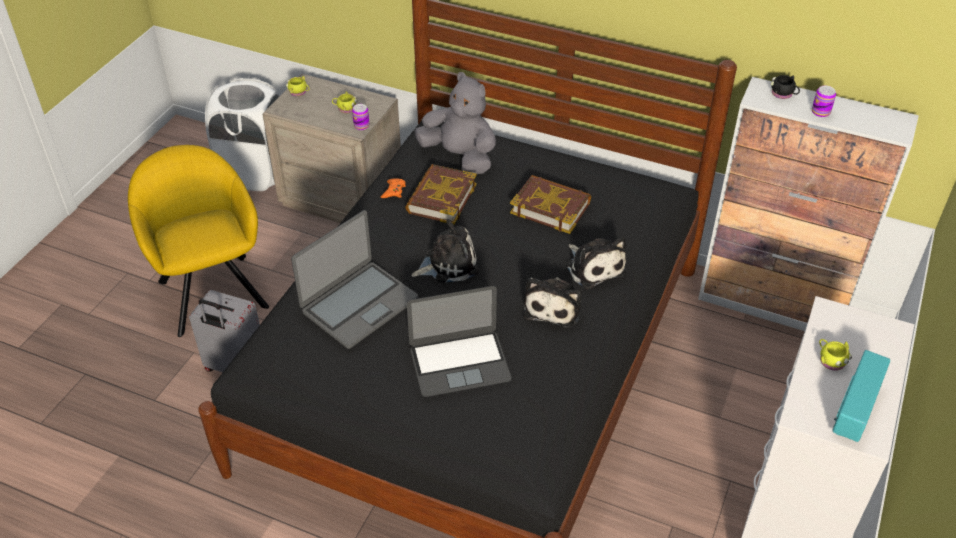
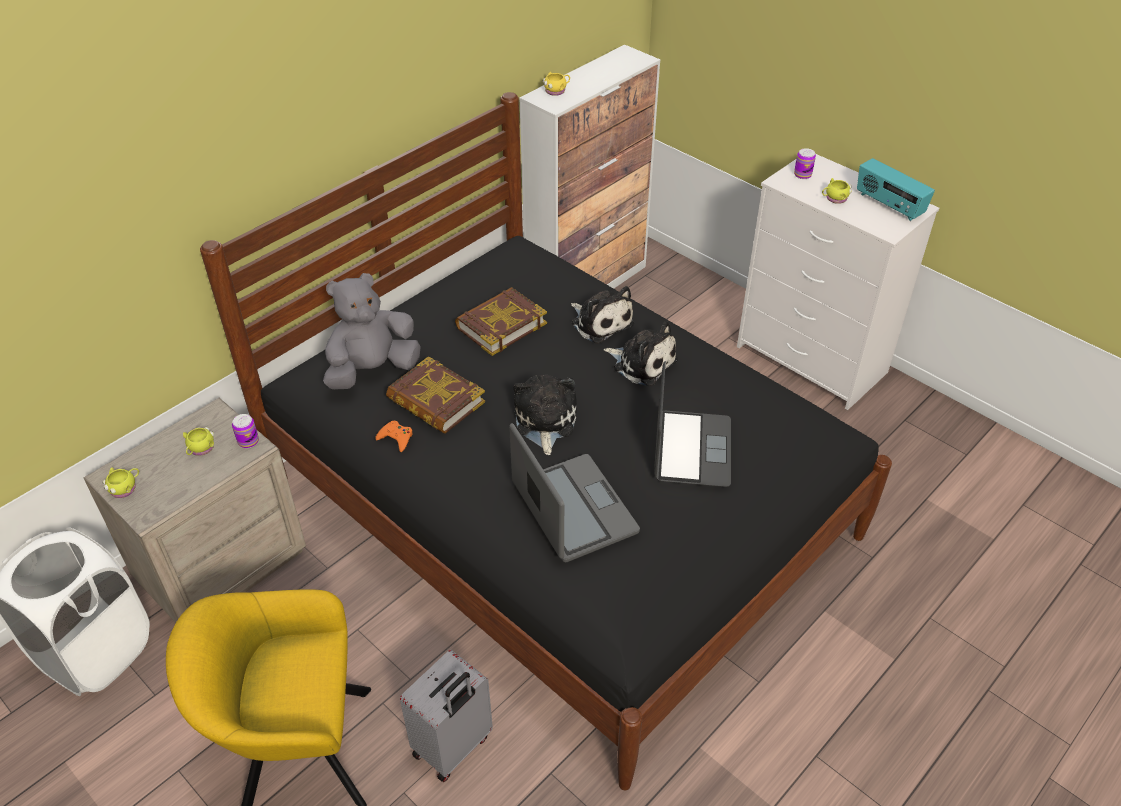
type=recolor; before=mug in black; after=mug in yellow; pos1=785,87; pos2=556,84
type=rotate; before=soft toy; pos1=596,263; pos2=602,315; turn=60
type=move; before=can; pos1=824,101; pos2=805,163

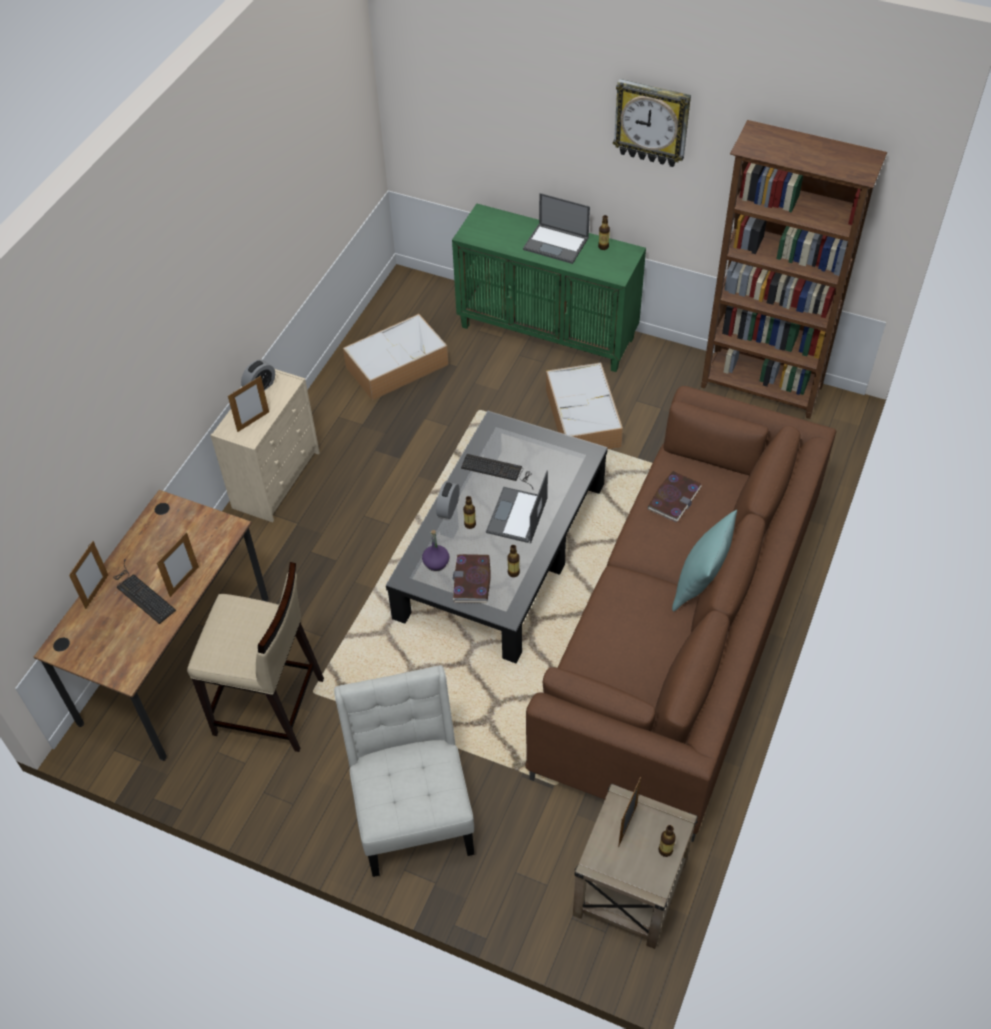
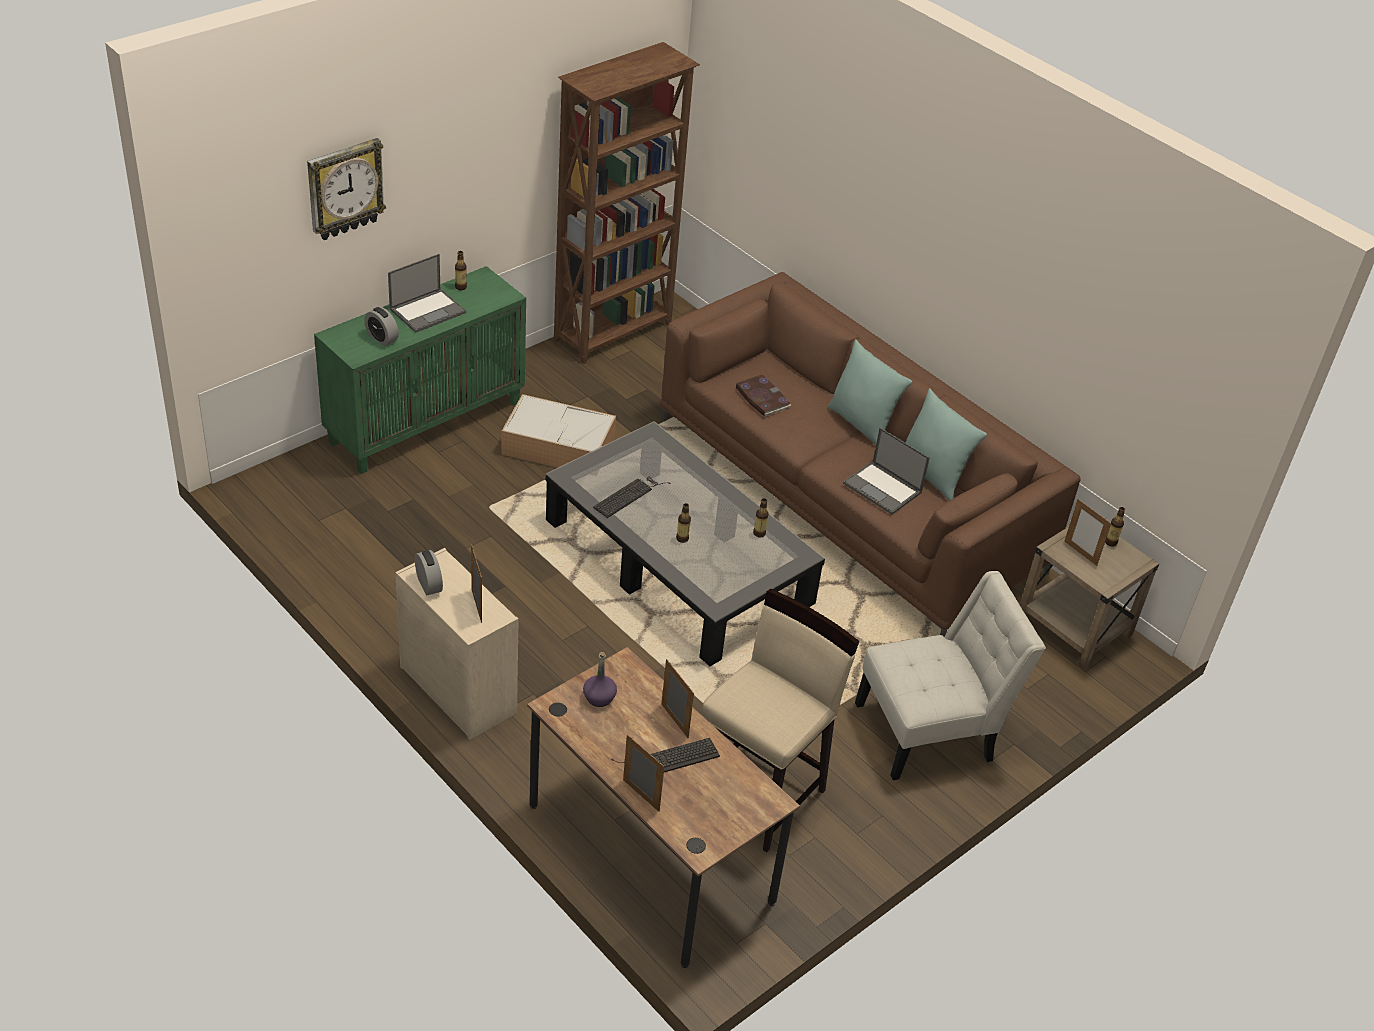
type=move; before=clock on the wall; pos1=652,123; pos2=346,189
type=move; before=table clock; pos1=448,500; pos2=381,326
type=move; before=beverage bottle in purplish; pos1=435,550; pos2=600,679
type=move; before=notebook computer; pos1=517,507; pos2=886,471
type=rotate; before=chair in white-coloured; pos1=404,771; pos2=950,675; turn=150
type=insert; after=pillow in turquoise-coloured; pos2=946,444
type=delete; before=storage box; pos1=395,357
type=delete; before=volume; pos1=472,578

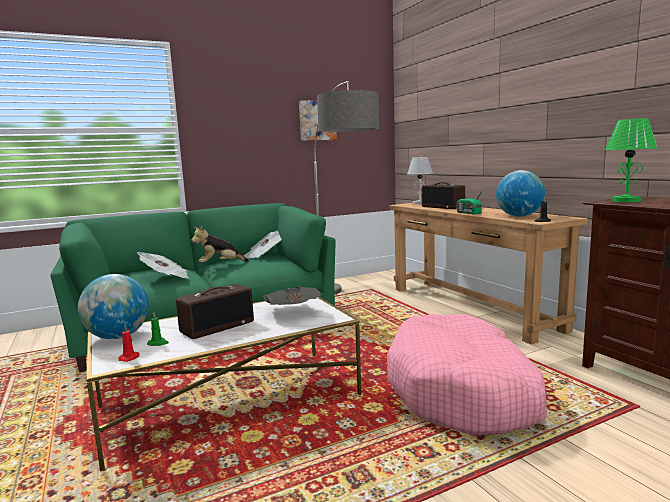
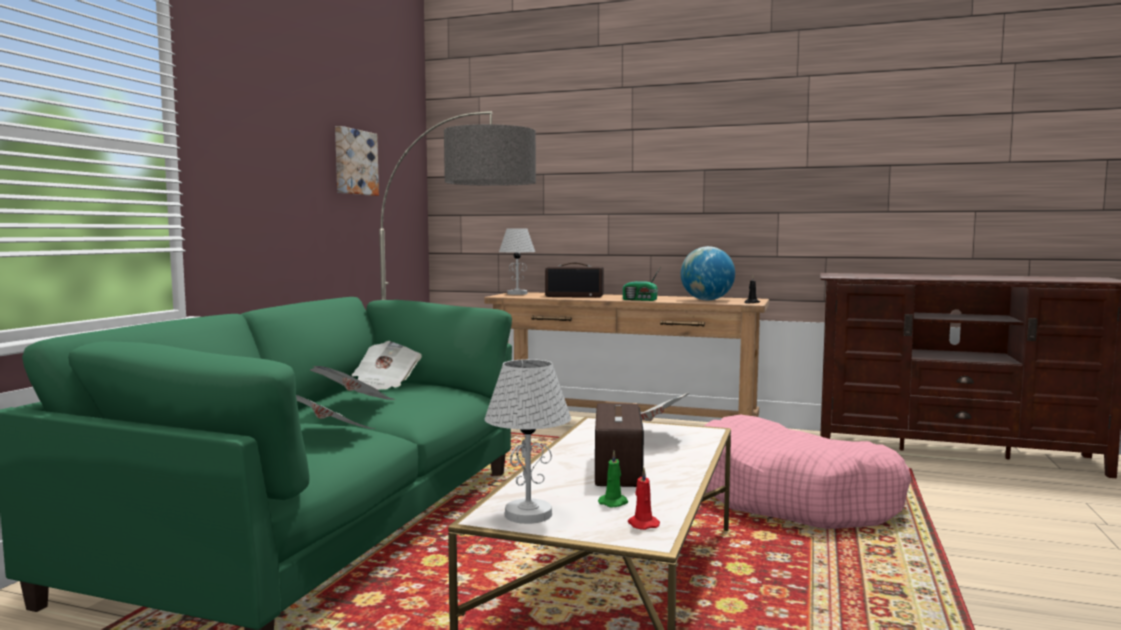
type=replace; before=soft toy; after=newspaper; pos1=220,244; pos2=352,383
type=replace; before=world globe; after=lamp for a table in white-coloured; pos1=113,306; pos2=528,441
type=delete; before=lamp for a table in green-coloured; pos1=631,160

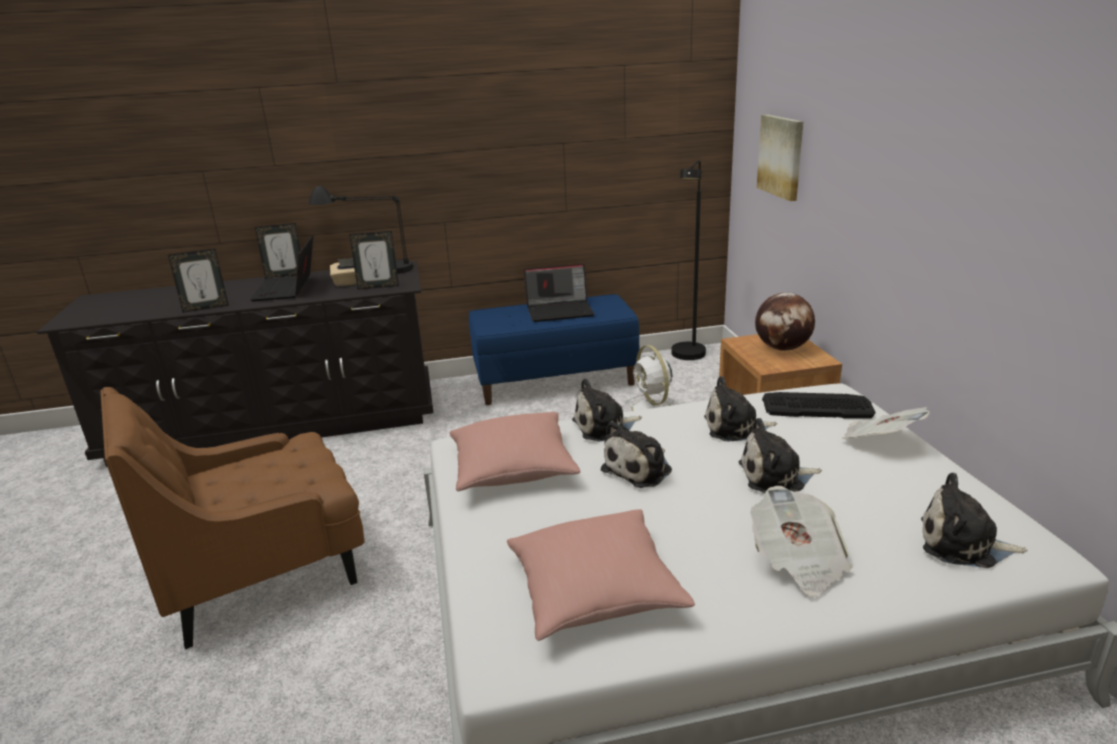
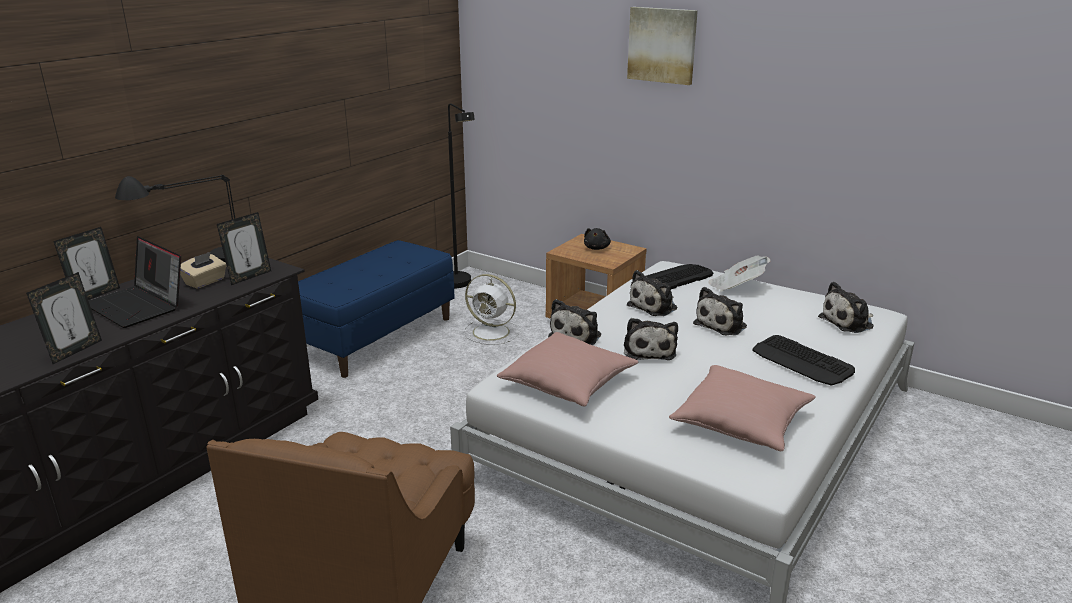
type=replace; before=world globe; after=soft toy in black; pos1=785,322; pos2=597,239
type=move; before=wall art; pos1=780,157; pos2=662,46
type=replace; before=newspaper; after=computer keyboard; pos1=801,541; pos2=803,360
type=delete; before=notebook computer; pos1=559,293

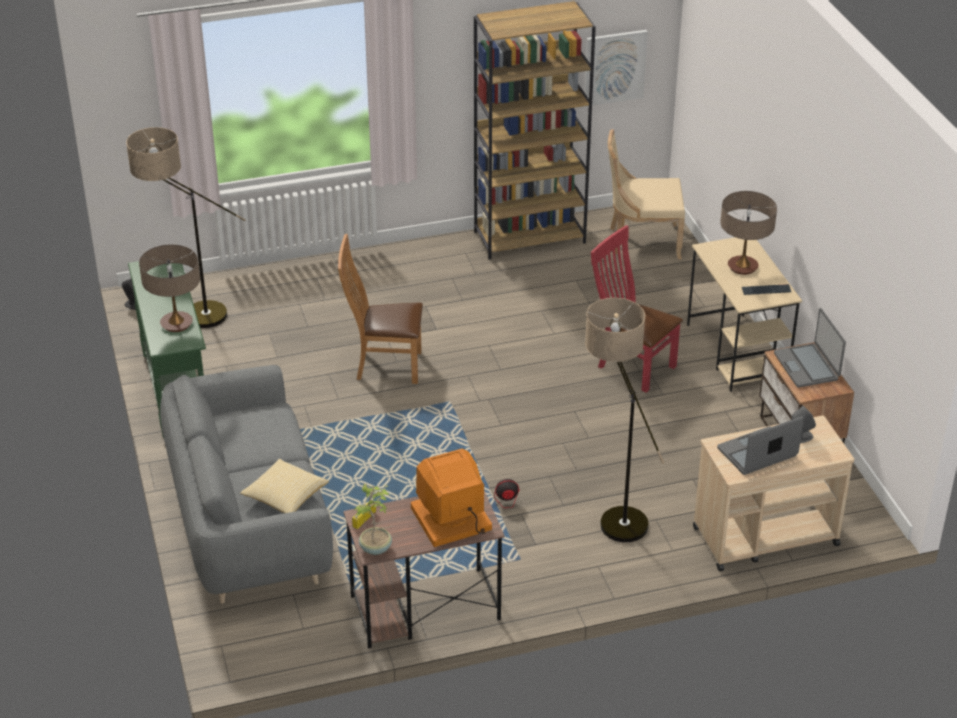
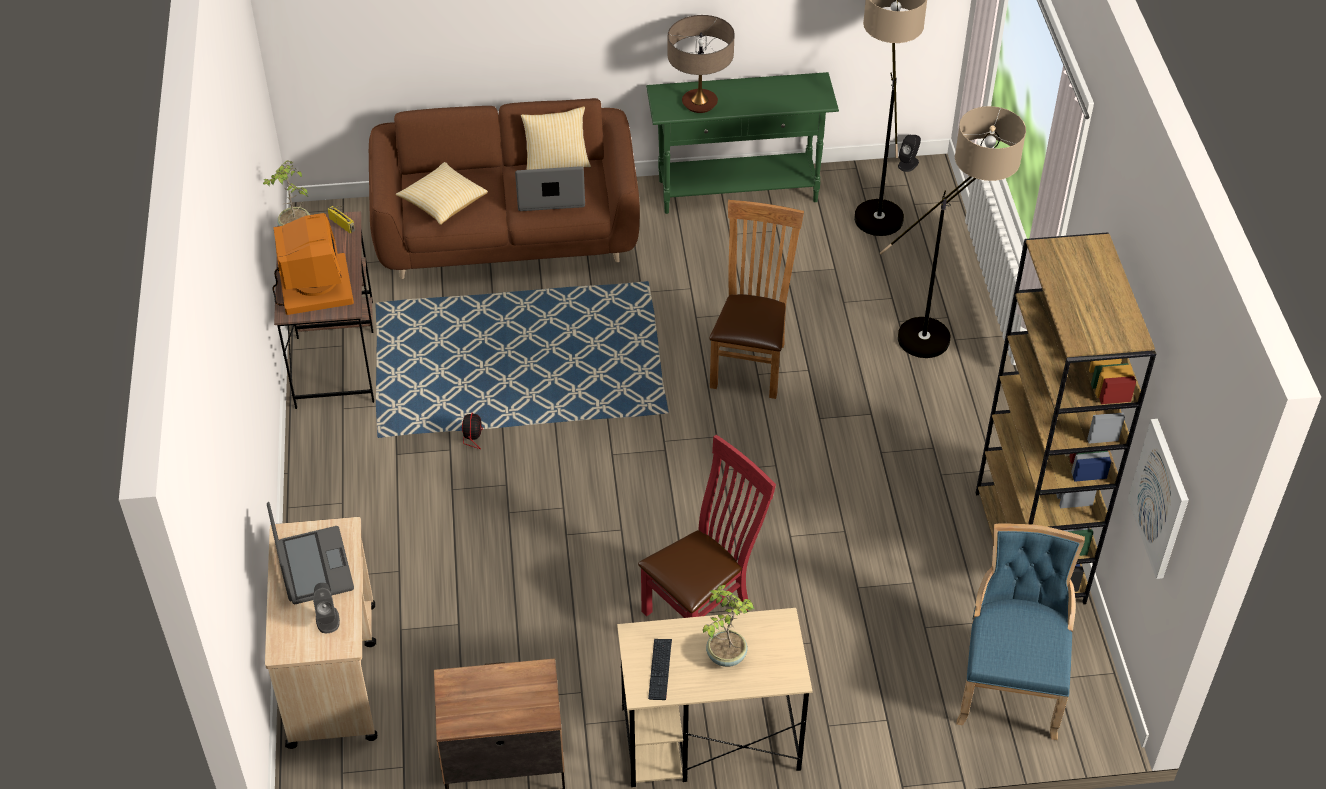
type=recolor; before=sofa in gray; after=sofa in brown-coloured; pos1=246,484; pos2=504,188
type=move; before=notebook computer; pos1=810,347; pos2=550,188
type=insert; after=pillow; pos2=556,138
type=replace; before=lamp for a table; after=plant in a pot; pos1=748,233; pos2=728,626
type=move; before=standing lamp; pos1=624,420; pos2=953,232
type=recolor; before=chair in beige-coloured; after=chair in blue-coloured; pos1=646,194; pos2=1021,632

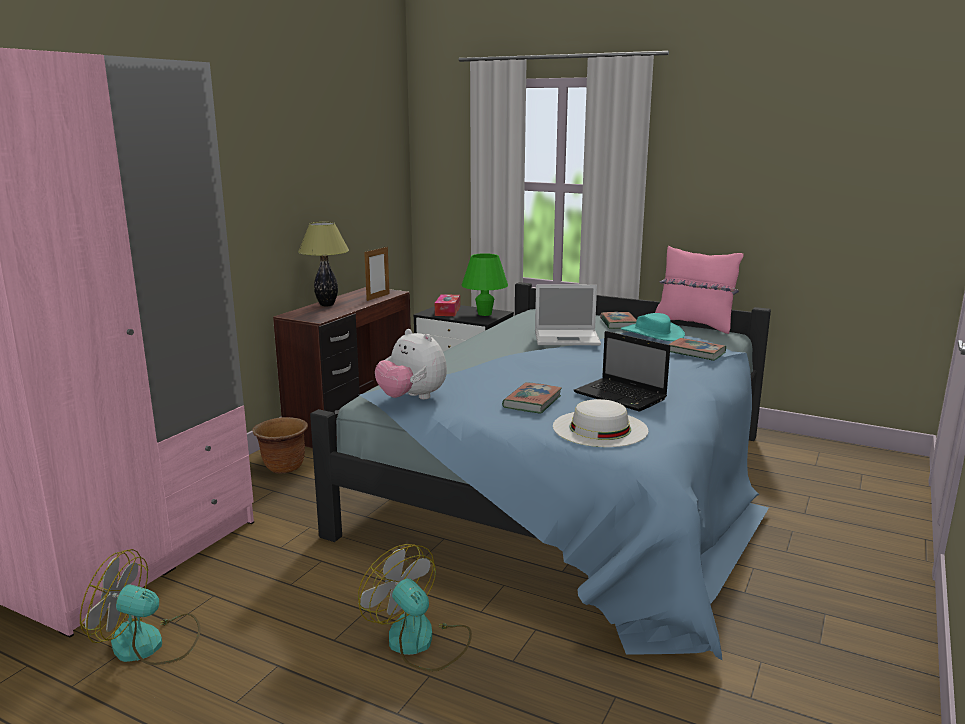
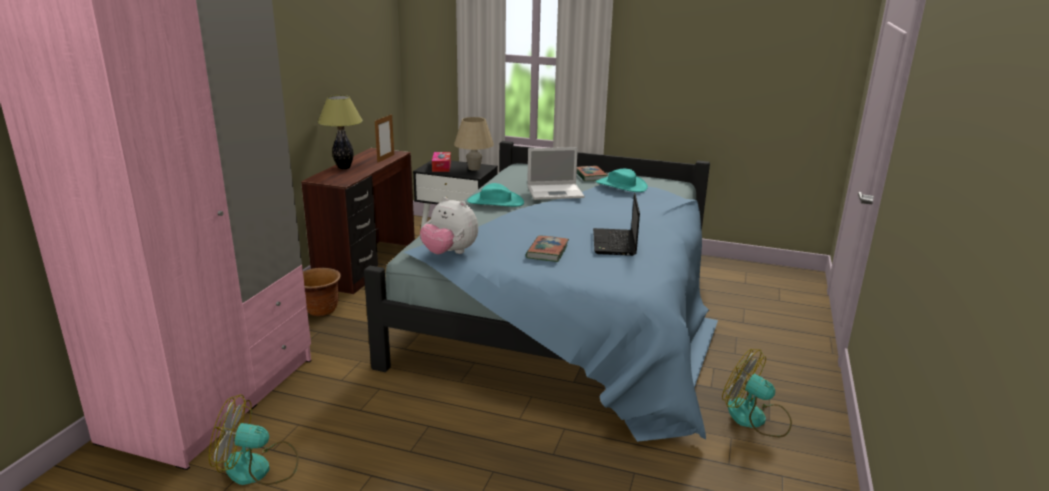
type=recolor; before=lamp for a table in green-coloured; after=lamp for a table in beige-coloured; pos1=484,284; pos2=474,144
type=insert; after=clothing hat in turquoise-coloured; pos2=495,195
type=rotate; before=notebook computer; pos1=621,371; pos2=616,224; turn=60
type=move; before=fan; pos1=415,608; pos2=757,393
type=delete; before=clothing hat in white-coloured; pos1=601,423
type=delete; before=pillow in pinkish; pos1=699,290
type=delete; before=volume; pos1=697,349

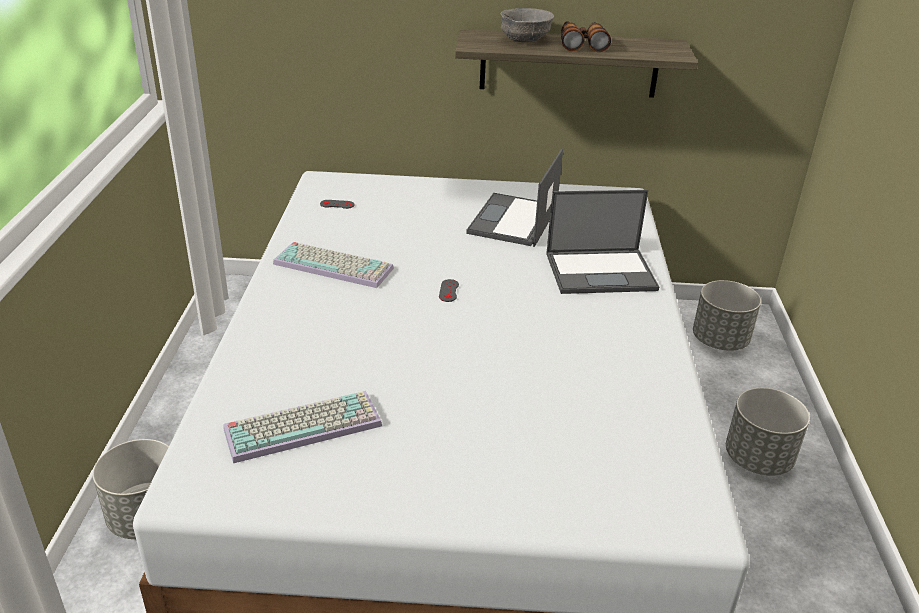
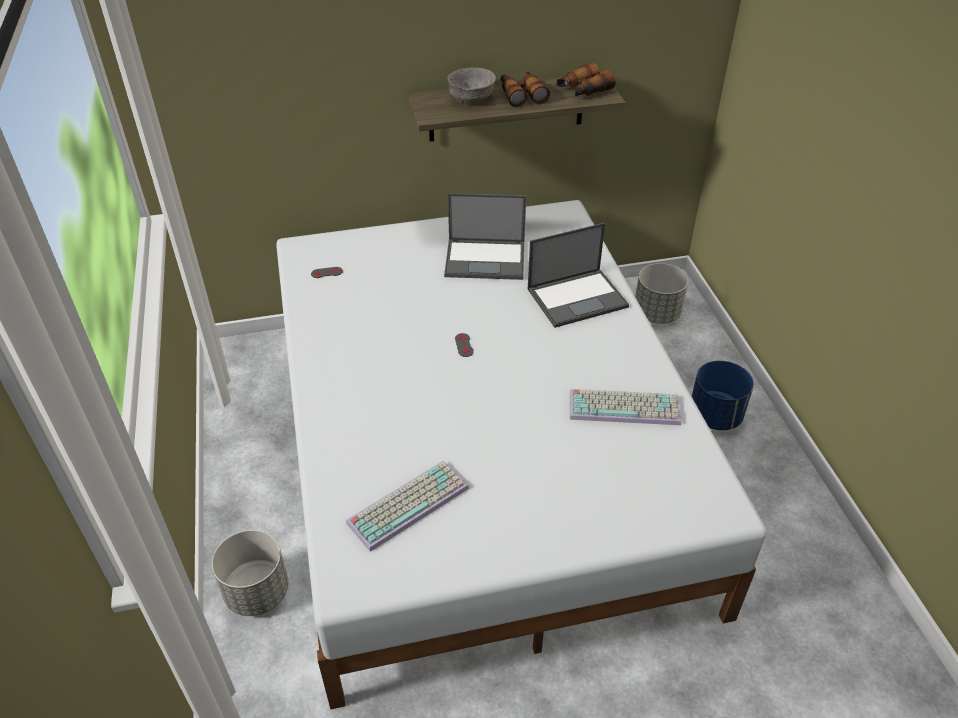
type=rotate; before=notebook computer; pos1=514,198; pos2=485,236; turn=-90
type=insert; after=binoculars; pos2=585,79
type=move; before=computer keyboard; pos1=333,265; pos2=625,407
type=recolor; before=planter in gray; after=planter in blue-coloured; pos1=768,432; pos2=723,395

